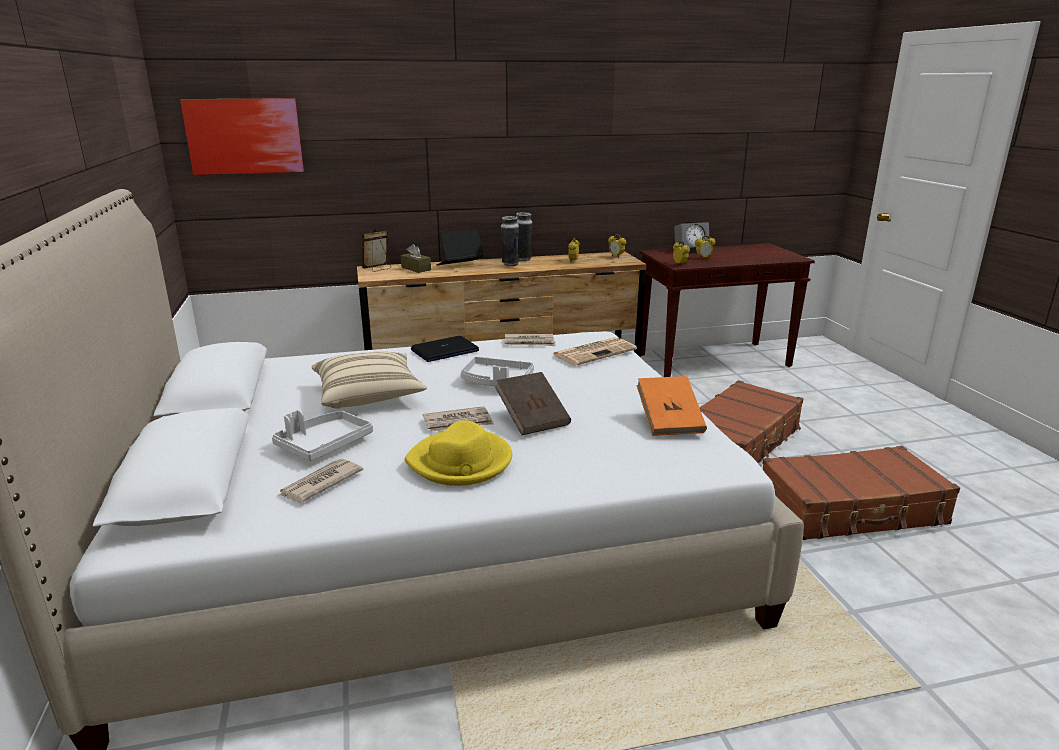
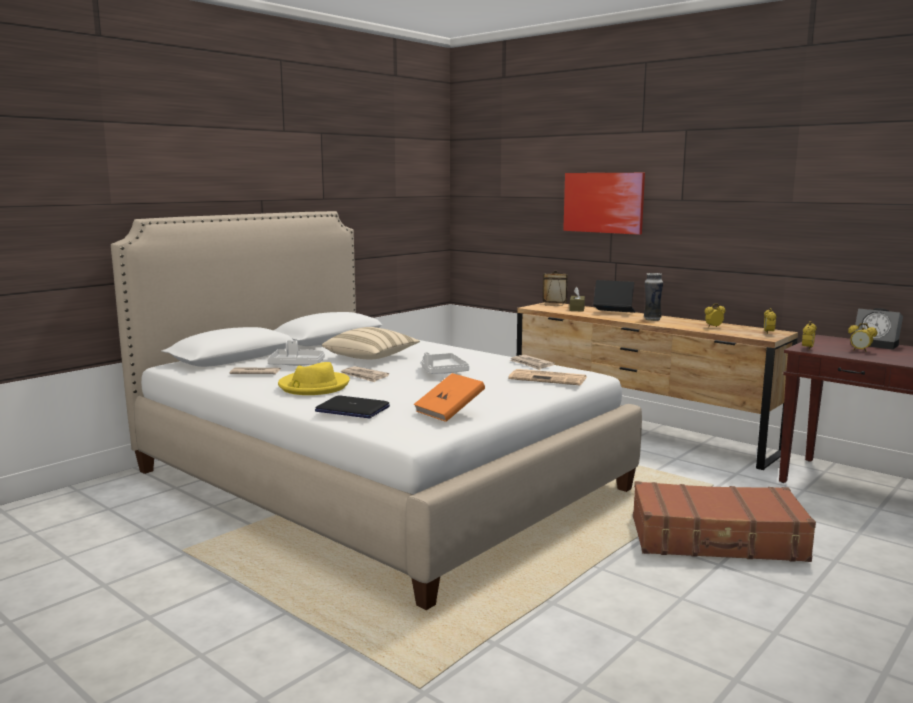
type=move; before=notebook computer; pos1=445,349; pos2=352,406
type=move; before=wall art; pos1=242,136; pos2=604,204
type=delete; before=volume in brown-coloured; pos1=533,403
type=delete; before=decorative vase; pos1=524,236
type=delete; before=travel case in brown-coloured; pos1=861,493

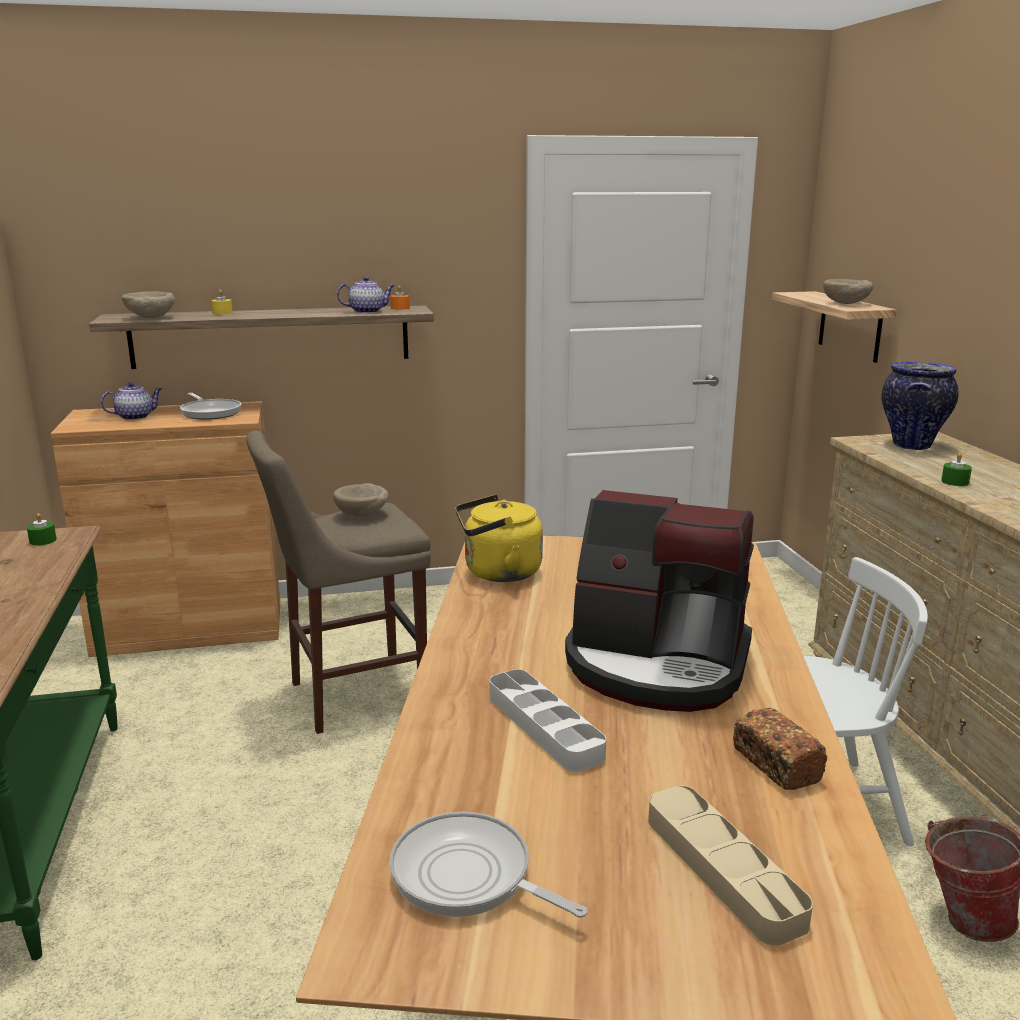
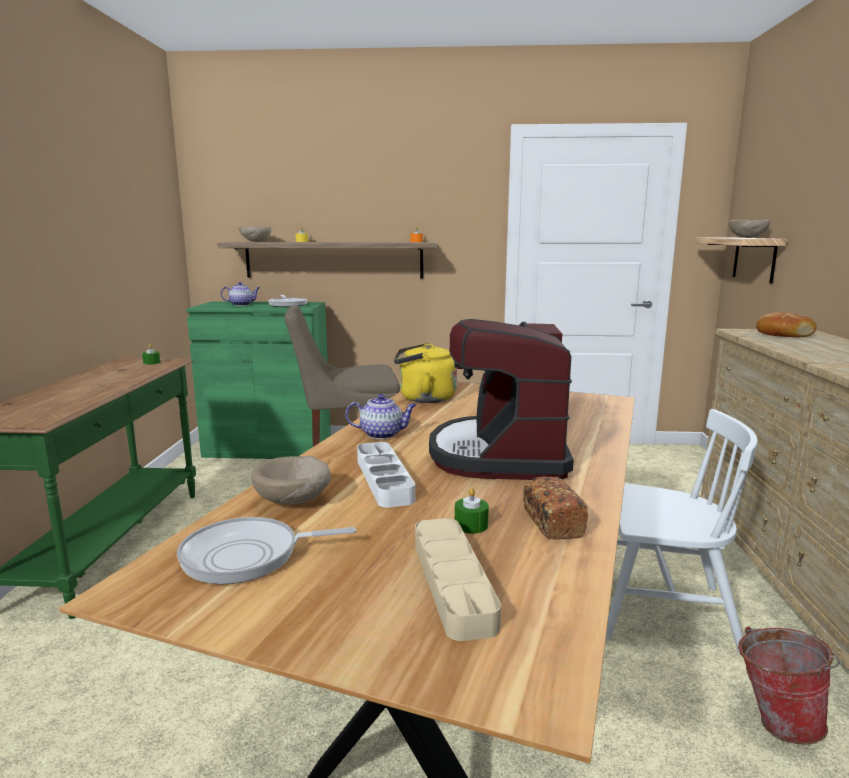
type=rotate; before=skillet; pos1=489,865; pos2=266,550; turn=-60
type=recolor; before=cupboard in brown-coloured; after=cupboard in green-coloured; pos1=165,529; pos2=258,380
type=move; before=serving bowl in beige-coloured; pos1=361,499; pos2=291,480
type=move; before=pot for tea; pos1=366,294; pos2=381,416
type=rotate; before=coffee maker; pos1=659,601; pos2=501,399; turn=60
type=move; before=wax candle in green-coloured; pos1=956,469; pos2=472,511
type=replace; before=decorative vase; after=bread; pos1=920,405; pos2=786,324

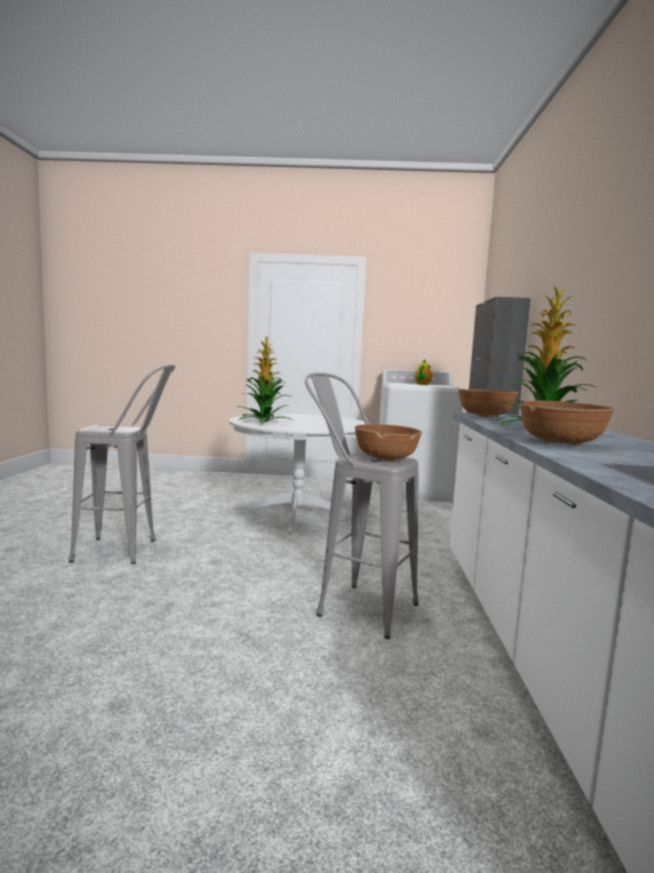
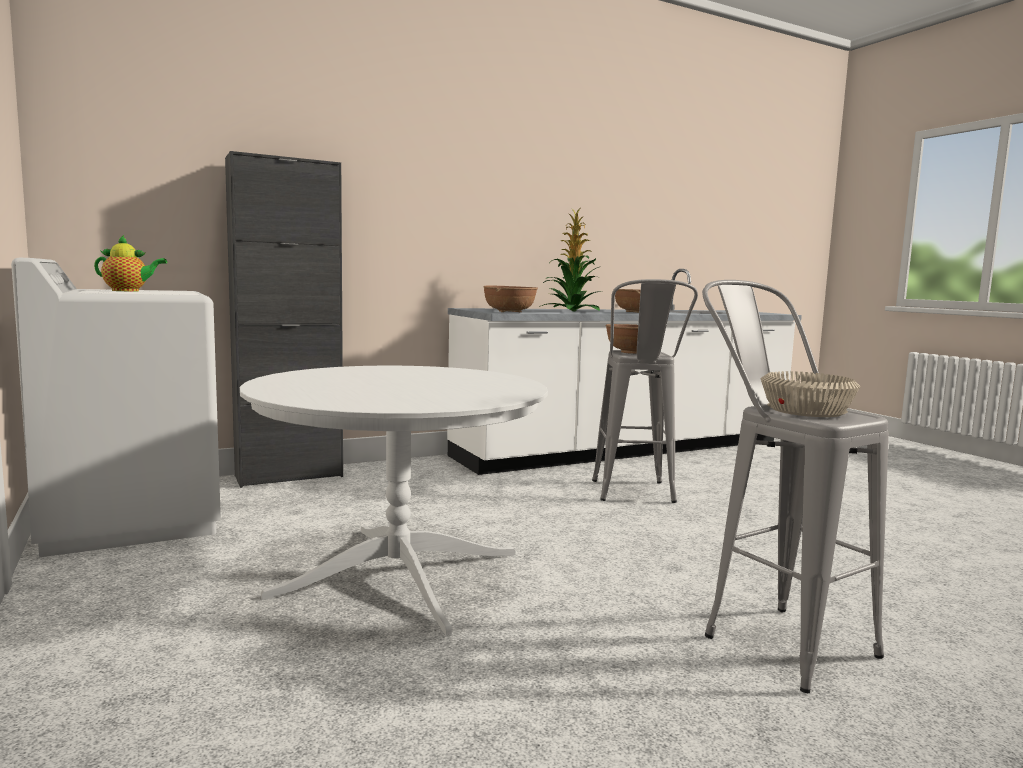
type=insert; after=serving bowl in beige-coloured; pos2=810,394
type=delete; before=plant in a pot; pos1=265,380

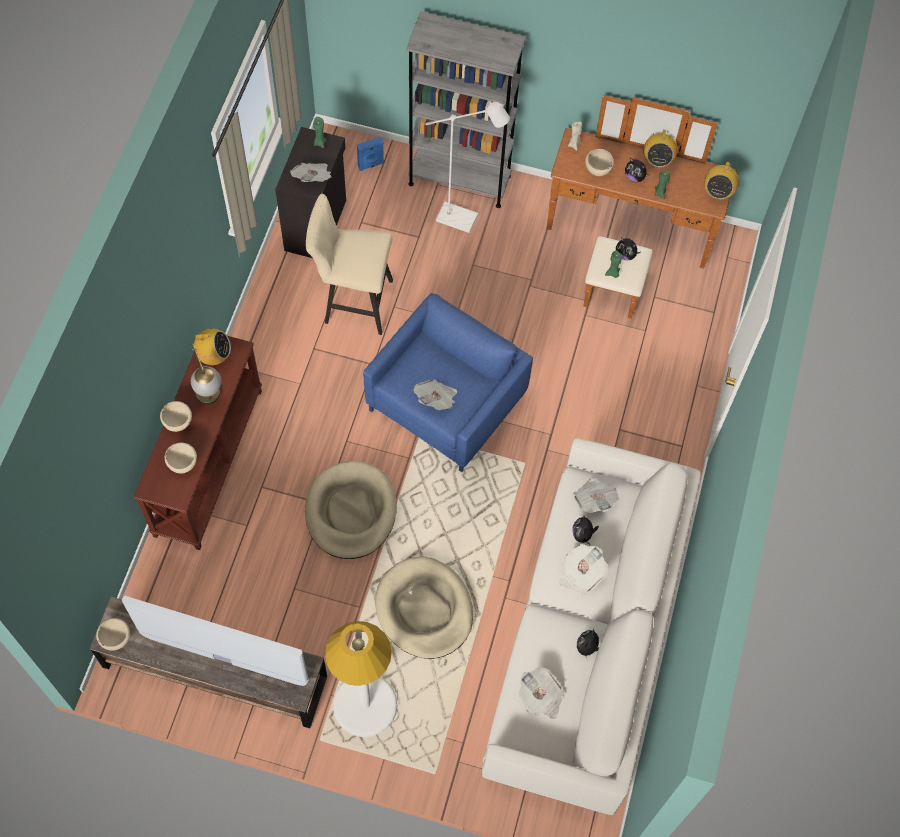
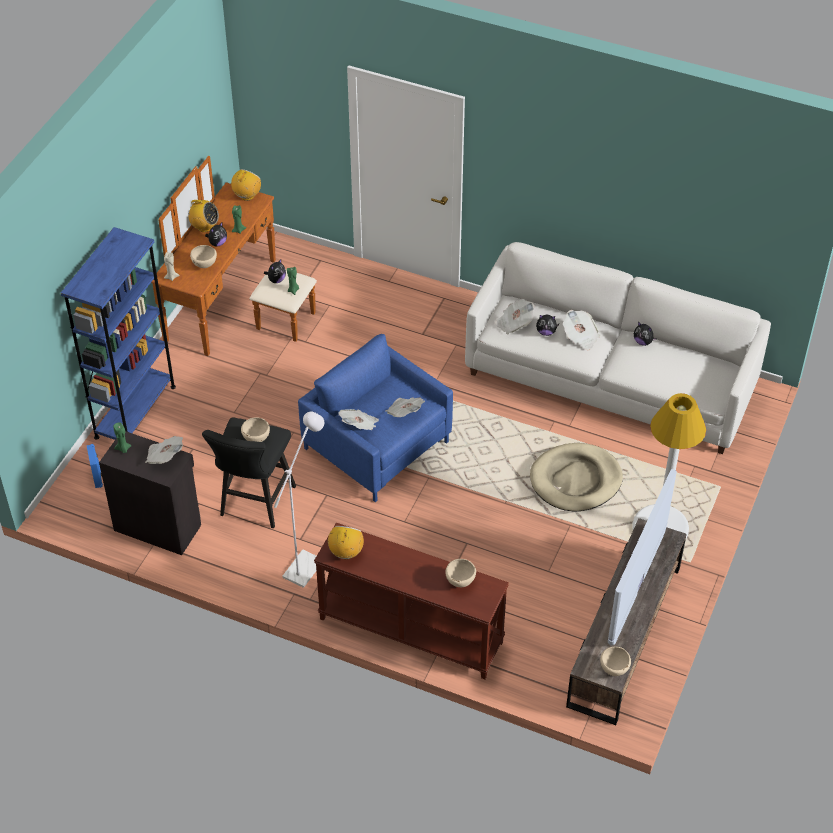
type=recolor; before=bookshelf in gray; after=bookshelf in blue-coloured; pos1=466,109; pos2=118,333
type=recolor; before=stool in beige-coloured; after=stool in black; pos1=349,264; pos2=249,472
type=rotate; before=radio; pos1=721,180; pos2=246,185; turn=-90
type=move; before=serving bowl in beige-coloured; pos1=176,416; pos2=255,429
type=move; before=standing lamp in white-coloured; pos1=467,167; pos2=299,500
type=move; before=newspaper; pos1=541,693; pos2=358,419
type=delete; before=lamp for a table; pos1=206,374
type=delete; before=pet bed in beige-coloured; pos1=351,510

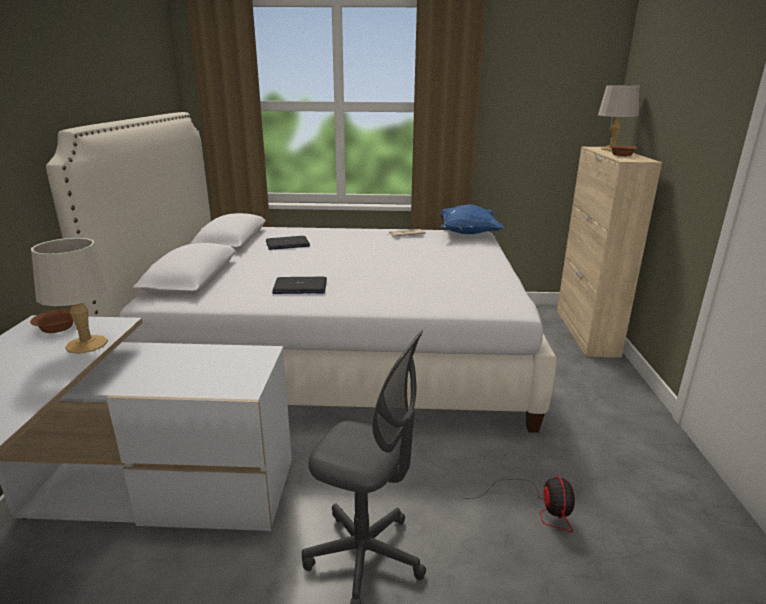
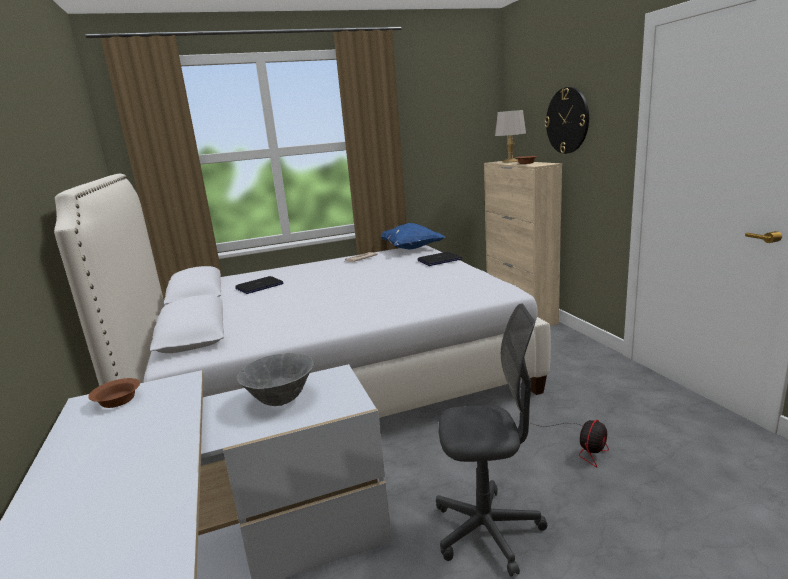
type=insert; after=serving bowl in gray; pos2=275,379
type=move; before=notebook computer; pos1=299,285; pos2=439,259
type=rotate; before=fan; pos1=518,504; pos2=570,443; turn=60
type=insert; after=clock on the wall; pos2=567,120
type=delete; before=lamp for a table in gray; pos1=71,296

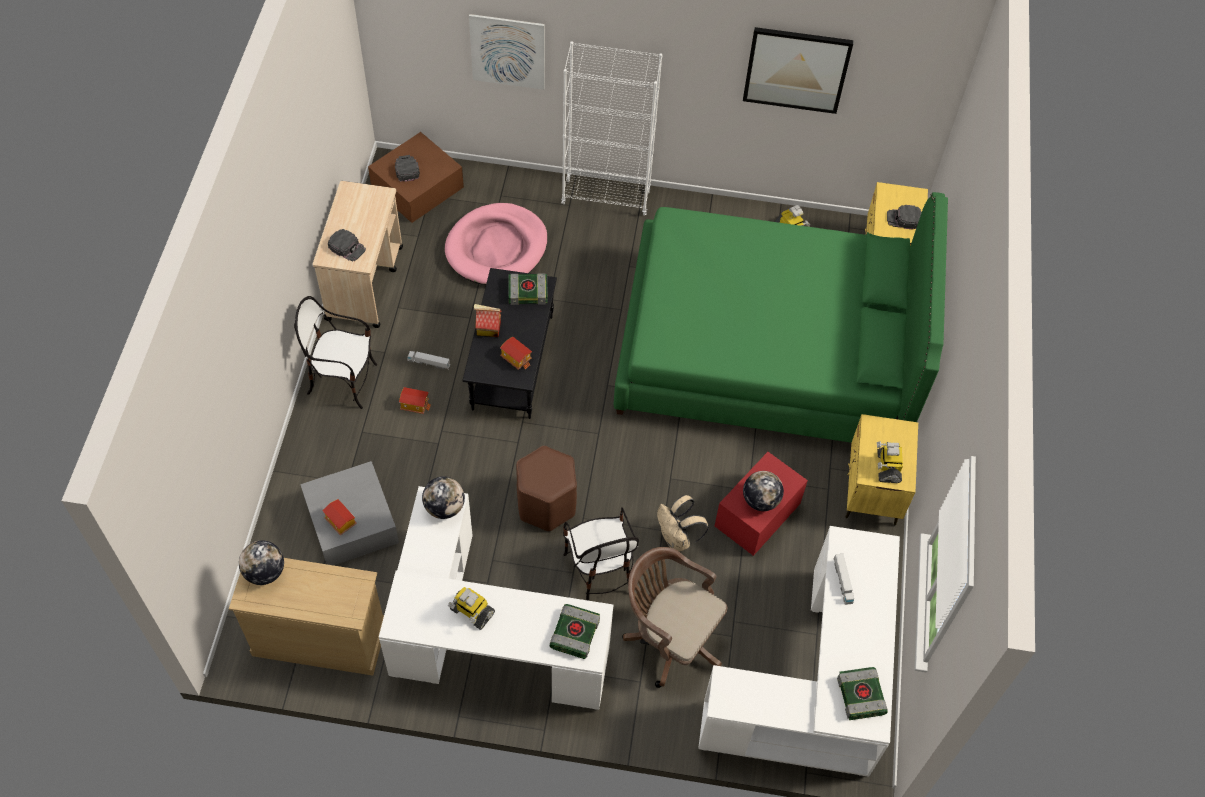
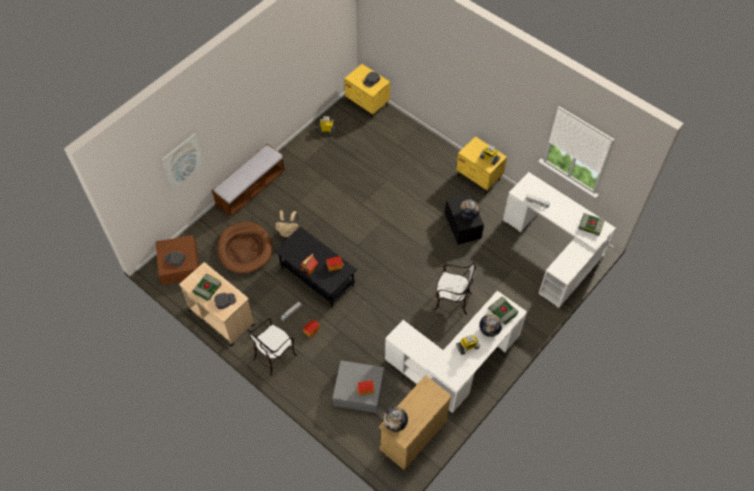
type=move; before=volume; pos1=528,289; pos2=206,287
type=replace; before=bookshelf in white-coloured; after=long seat; pos1=611,128; pos2=248,180
type=recolor; before=pet bed in pinkish; after=pet bed in brown-coloured; pos1=496,244; pos2=245,248
type=move; before=backpack in beige-coloured; pos1=683,523; pos2=287,223
type=recolor; before=storage box in red; after=storage box in black; pos1=761,504; pos2=464,219
type=move; before=world globe; pos1=443,497; pos2=490,325
type=delete; before=stool in brown-coloured; pos1=546,489
type=delete; before=bed in green-coloured; pos1=780,317
type=delete; before=office chair in brown-coloured; pos1=674,617
type=delete; before=wall art; pos1=798,70

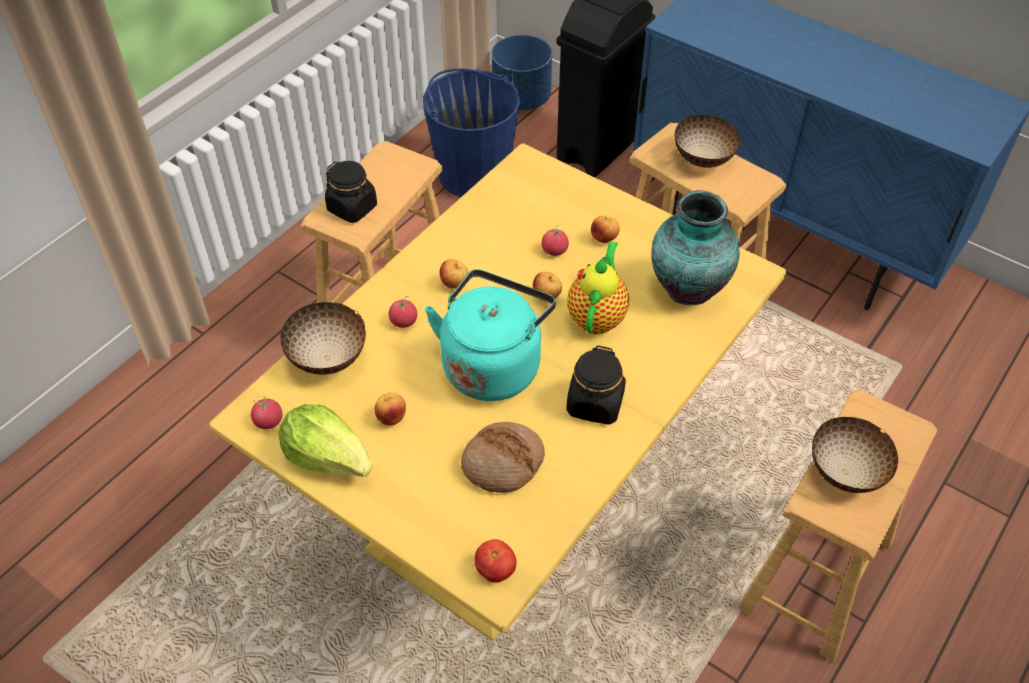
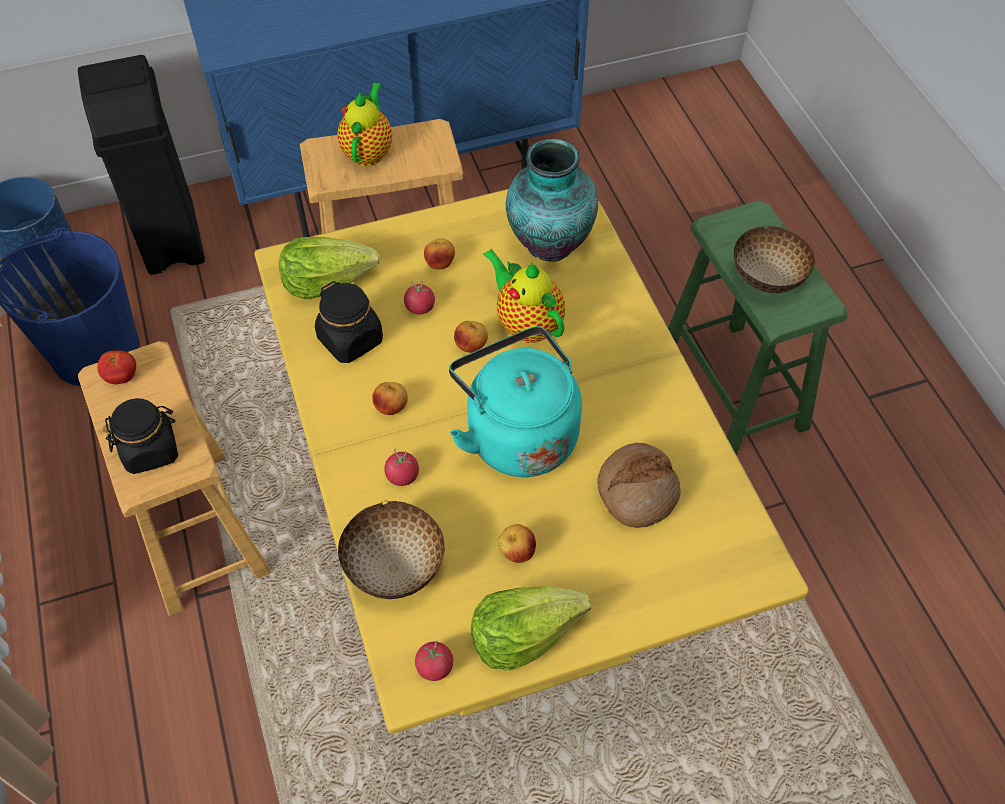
type=move; before=tomato; pos1=496,561; pos2=116,367
type=insert; after=head of lettuce; pos2=329,268
type=move; before=preserve jar in black; pos1=596,385; pos2=349,322
type=replace; before=serving bowl; after=pot for tea; pos1=707,141; pos2=364,124
type=recolor; before=stool in brown-coloured; after=stool in green-coloured; pos1=838,526; pos2=758,327

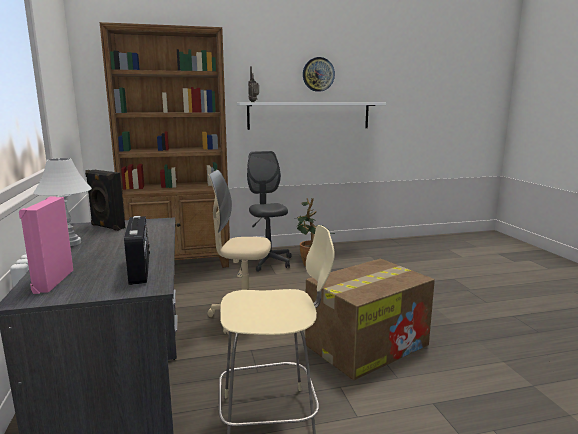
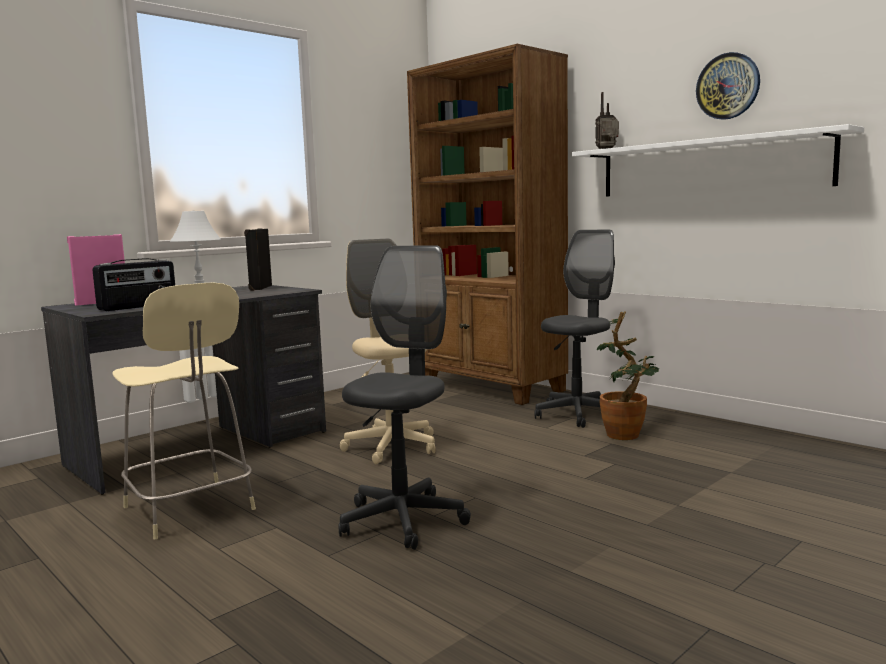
type=replace; before=cardboard box; after=office chair in gray; pos1=370,319; pos2=405,397

